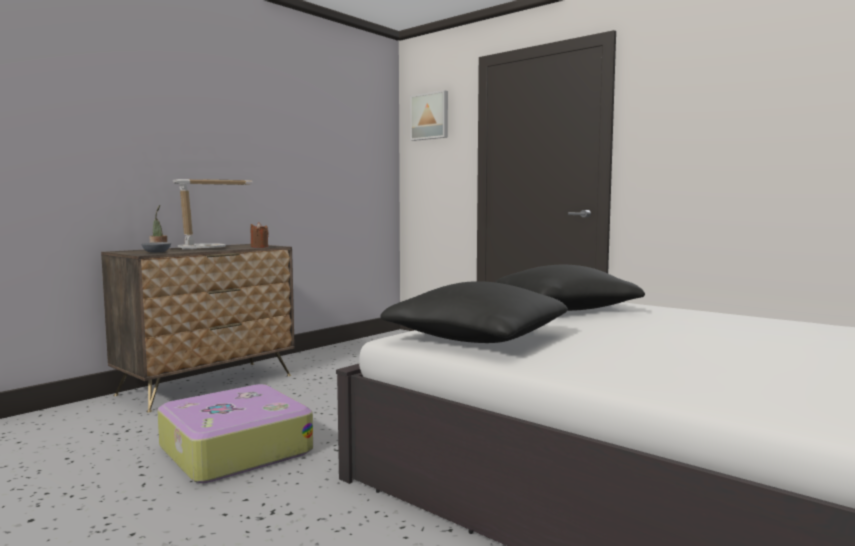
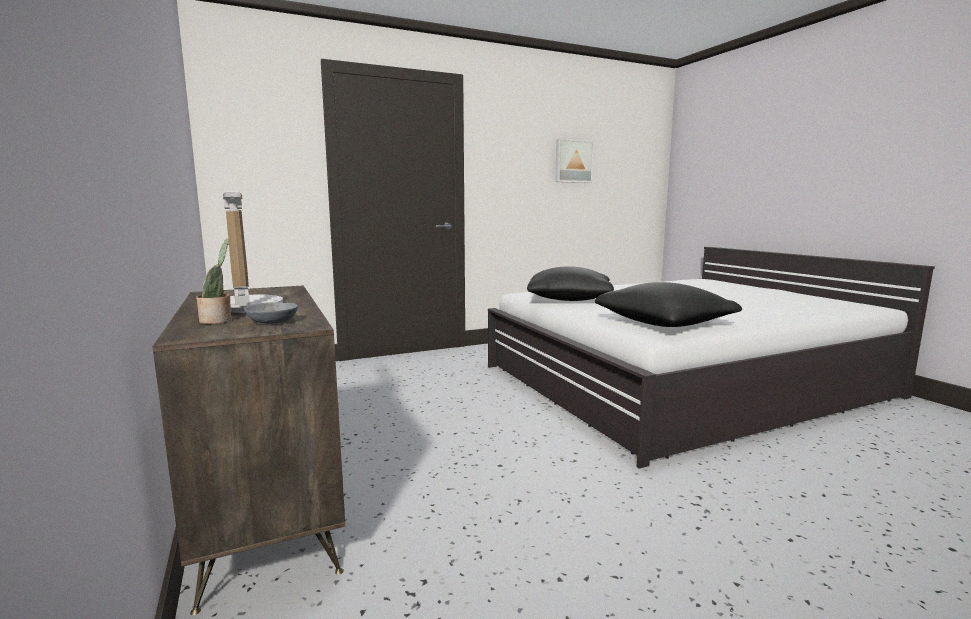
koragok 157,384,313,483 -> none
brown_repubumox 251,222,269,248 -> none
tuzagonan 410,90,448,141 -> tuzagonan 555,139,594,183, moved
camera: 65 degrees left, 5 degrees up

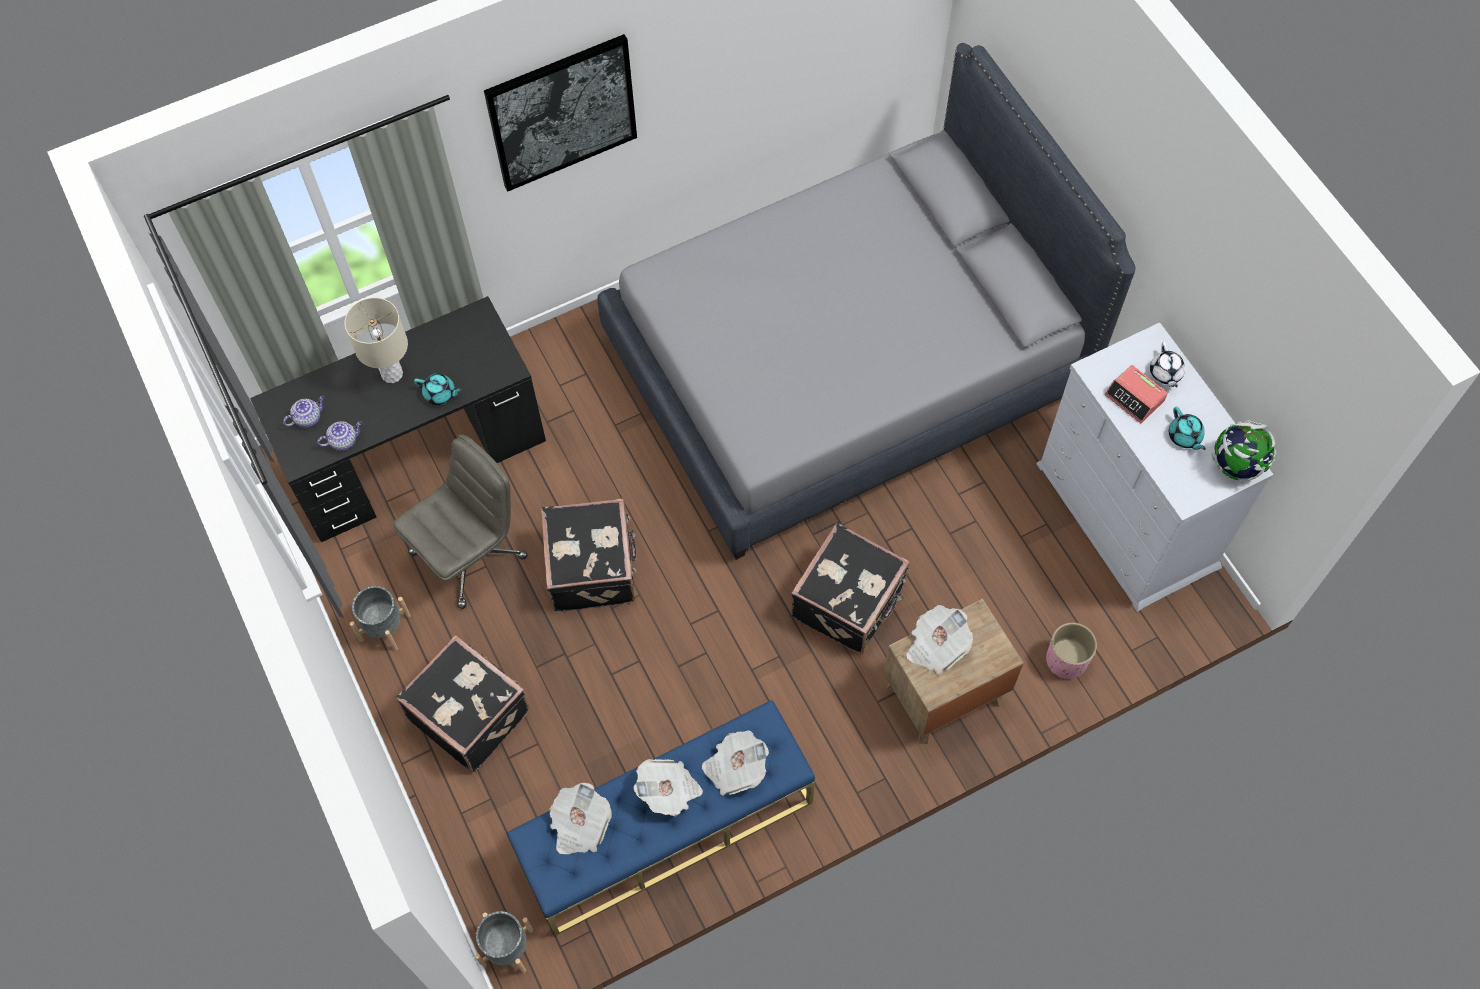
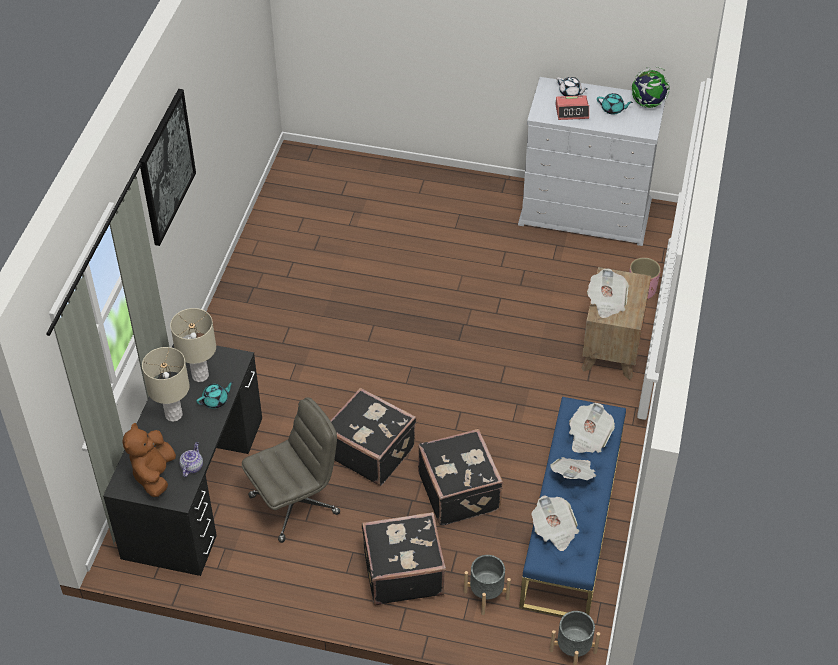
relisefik 283,396,325,428 -> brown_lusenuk 122,423,176,497
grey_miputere 350,586,411,651 -> grey_miputere 464,555,511,615, moved
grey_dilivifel 393,435,528,609 -> grey_dilivifel 242,397,340,543, 60 degrees clockwise
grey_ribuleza 597,43,1136,560 -> none
black_koragok 791,523,910,654 -> black_koragok 418,429,503,526, moved
none -> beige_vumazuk 170,308,216,382
camera: 50 degrees left, 15 degrees down

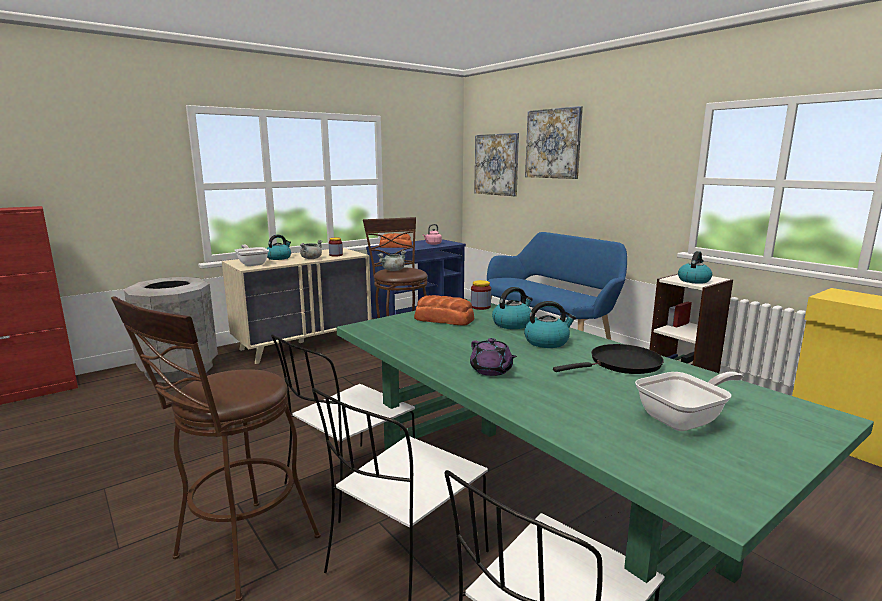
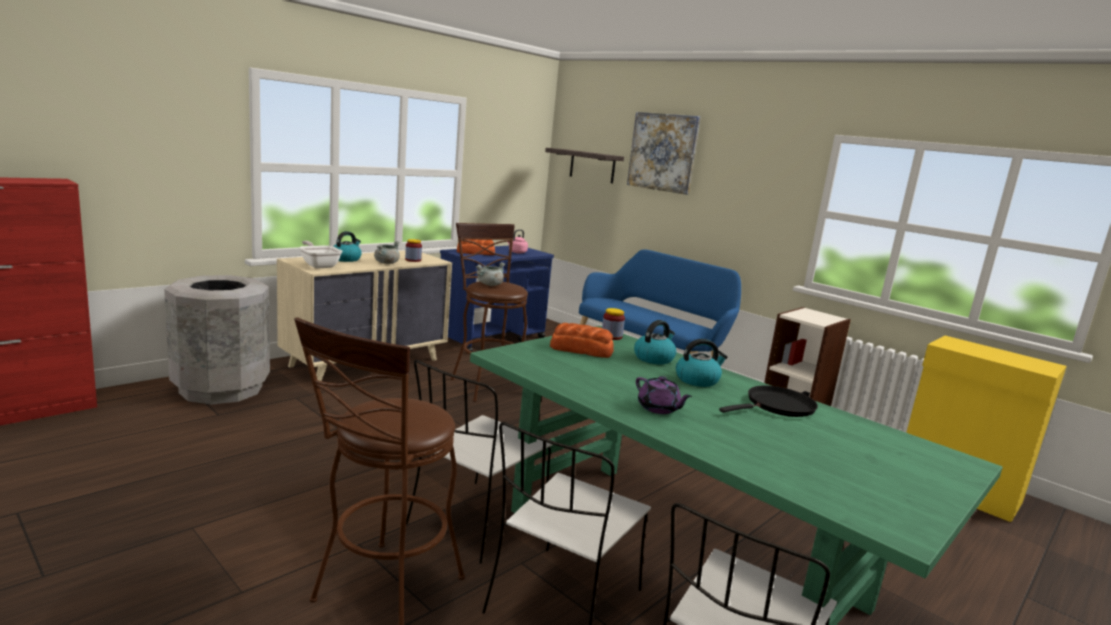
tuzagonan 474,133,519,196 -> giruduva 545,148,624,183
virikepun 635,372,743,431 -> none
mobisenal 678,251,712,284 -> none
camera: 10 degrees left, 0 degrees up

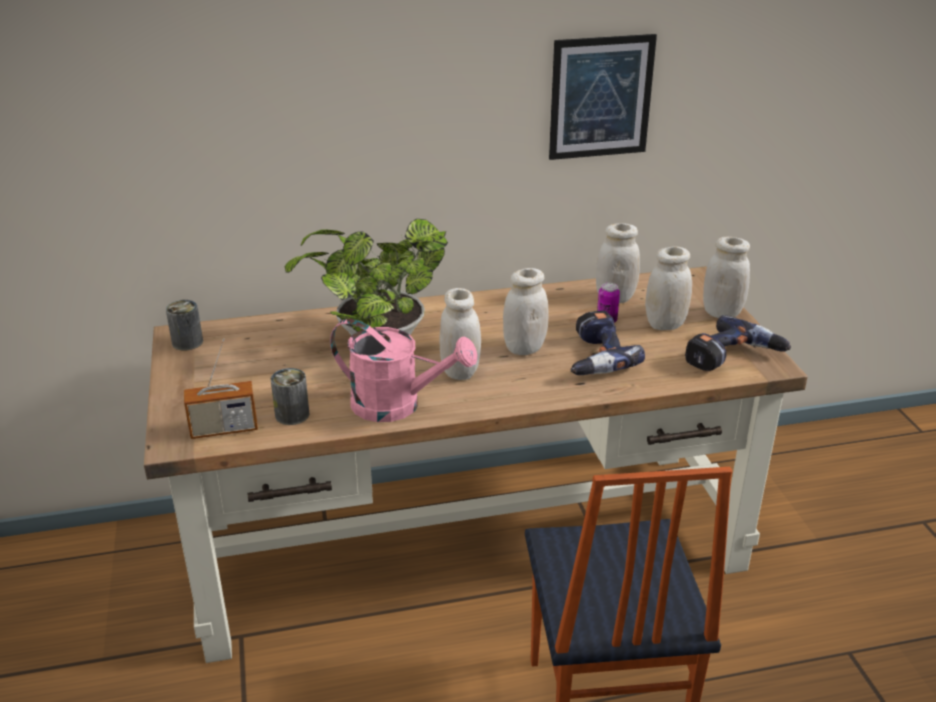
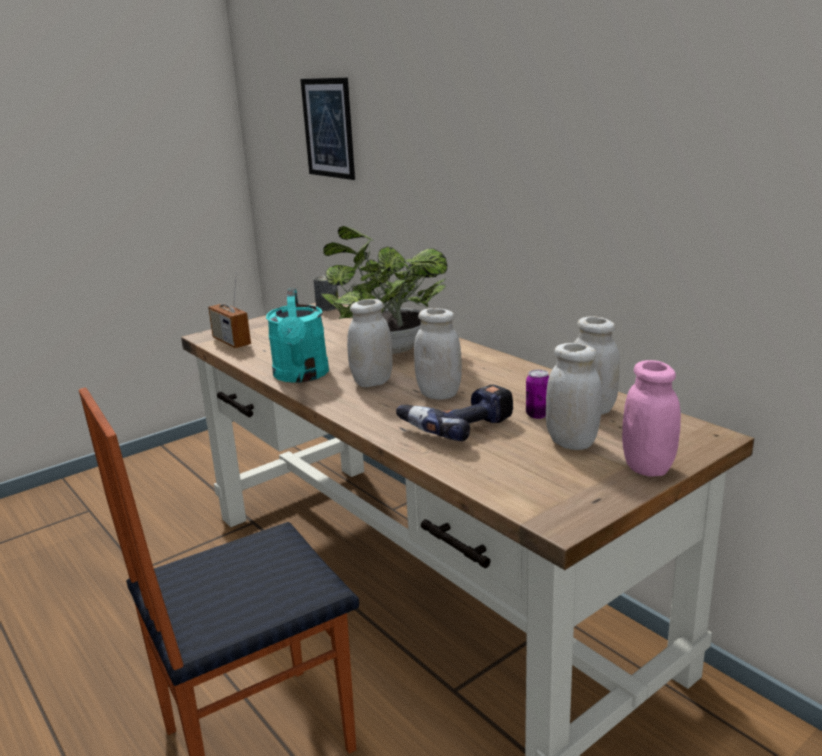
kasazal 271,368,309,425 -> none
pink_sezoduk 330,319,477,422 -> turquoise_sezoduk 266,288,329,383
tuzagonan 549,34,657,160 -> tuzagonan 300,78,355,180, moved
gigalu 685,315,791,371 -> none
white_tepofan 703,237,750,318 -> pink_tepofan 622,360,681,477
camera: 65 degrees right, 10 degrees down

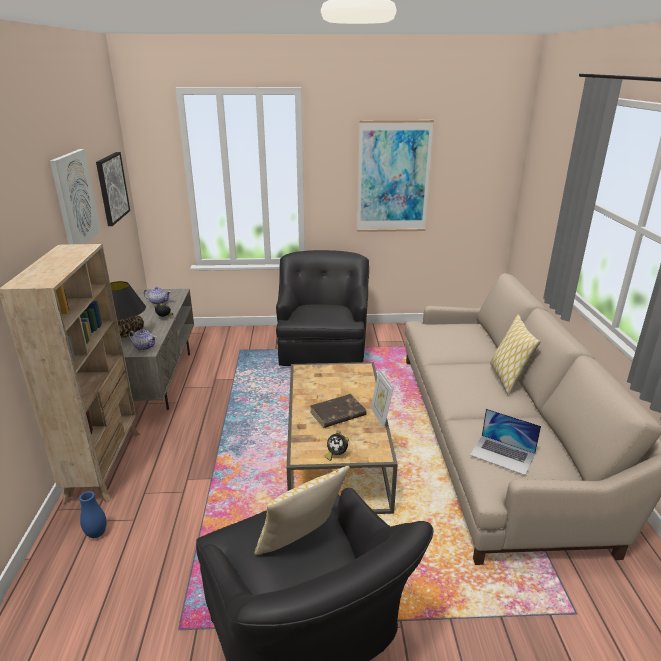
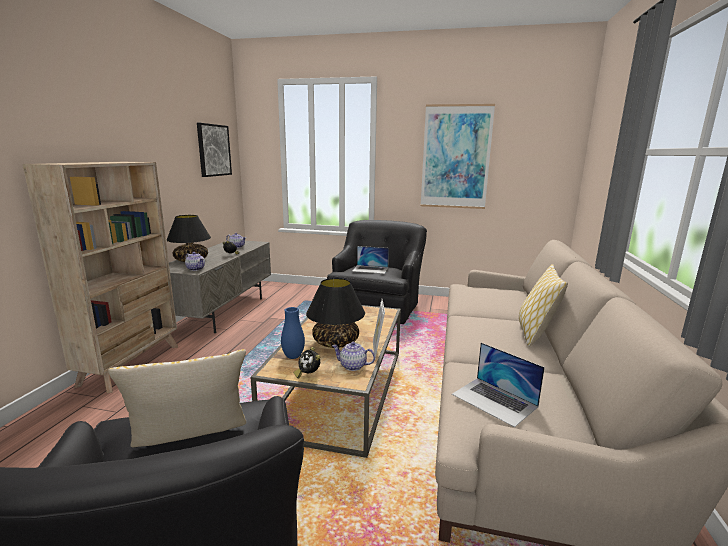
tuzagonan 50,149,101,244 -> none
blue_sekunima 79,491,107,538 -> blue_sekunima 281,307,305,359, moved
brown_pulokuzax 310,394,367,428 -> black_vumazuk 306,278,365,348
none -> relisefik 332,342,375,371
none -> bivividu 352,246,389,274
camera: 15 degrees right, 10 degrees down

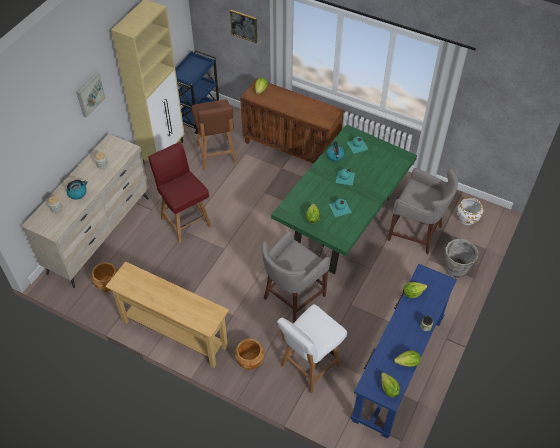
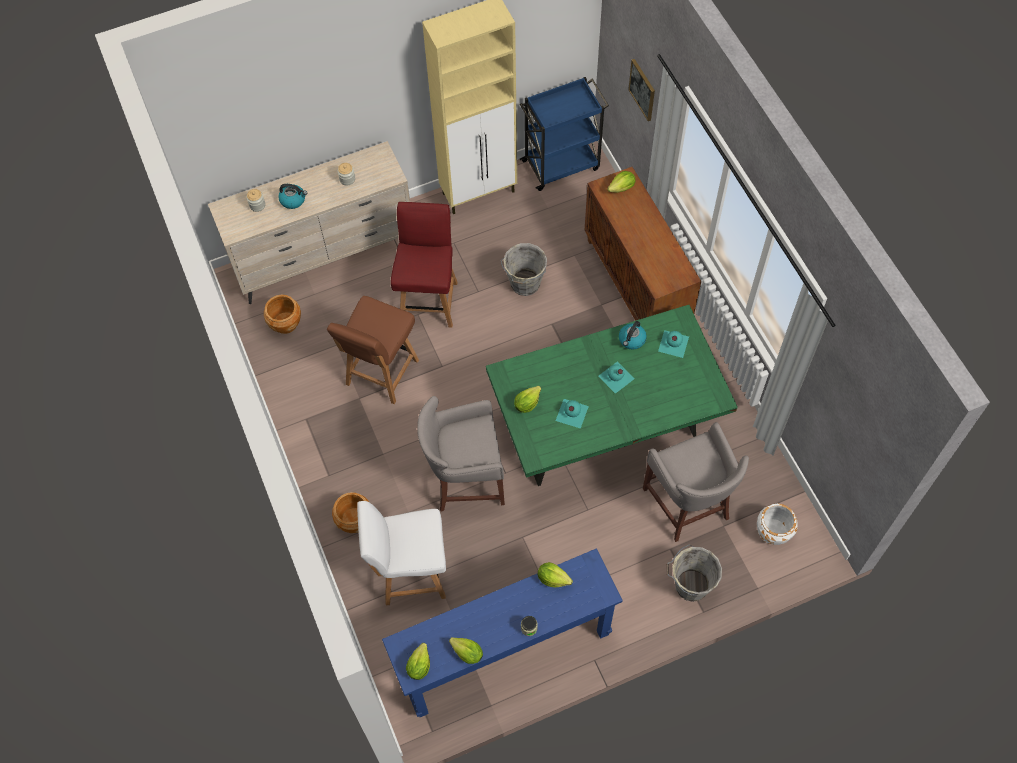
tuzagonan 76,72,106,118 -> none
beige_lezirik 105,261,229,368 -> none
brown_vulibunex 192,100,237,170 -> brown_vulibunex 327,296,419,404, moved
none -> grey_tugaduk 501,243,547,296
camera: 40 degrees right, 10 degrees up

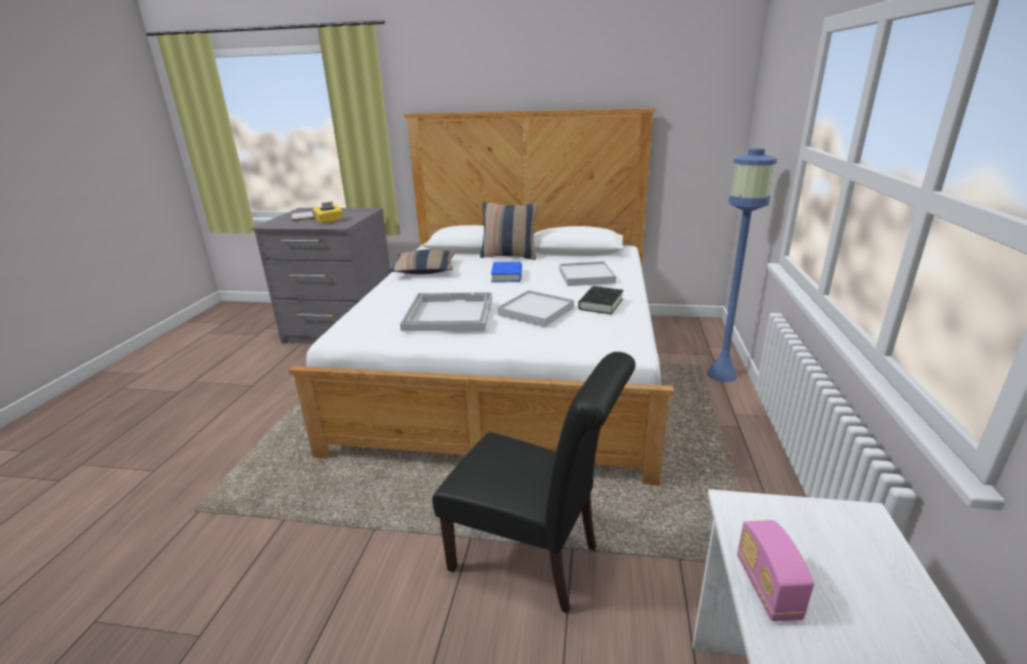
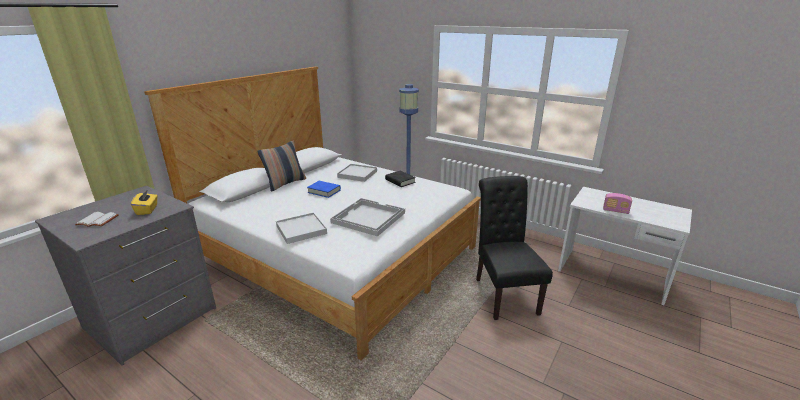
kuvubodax 389,249,456,274 -> none
black_vulibunex 432,352,635,614 -> black_vulibunex 476,176,553,320, 60 degrees counterclockwise
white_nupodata 497,290,574,327 -> white_nupodata 276,212,327,244, moved
camera: 65 degrees left, 0 degrees up

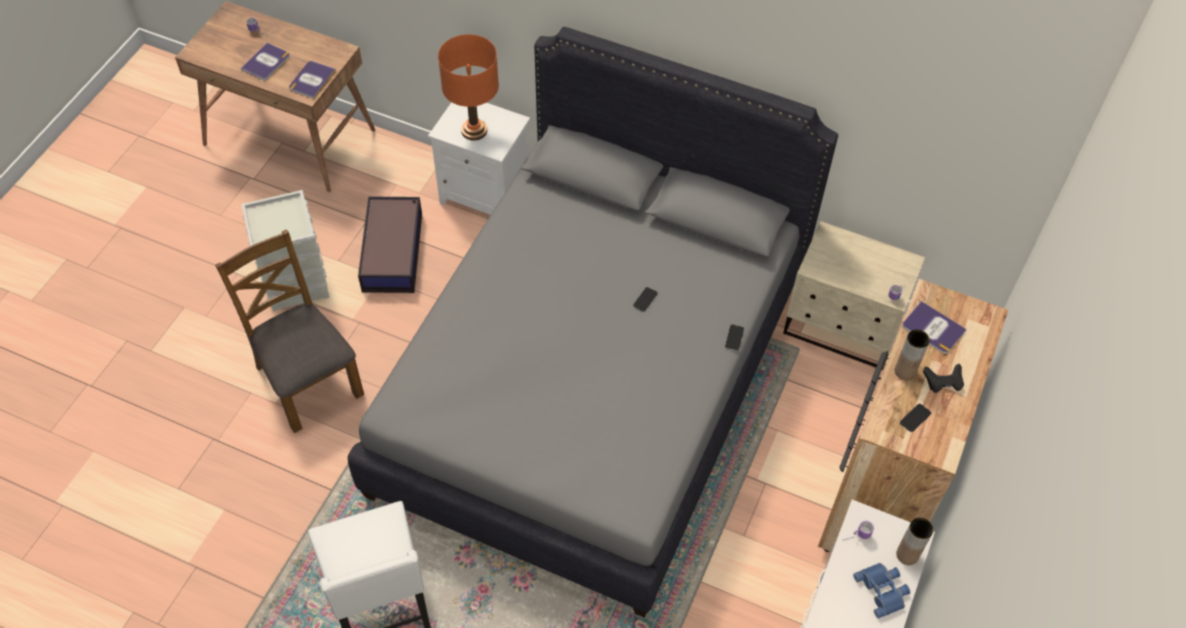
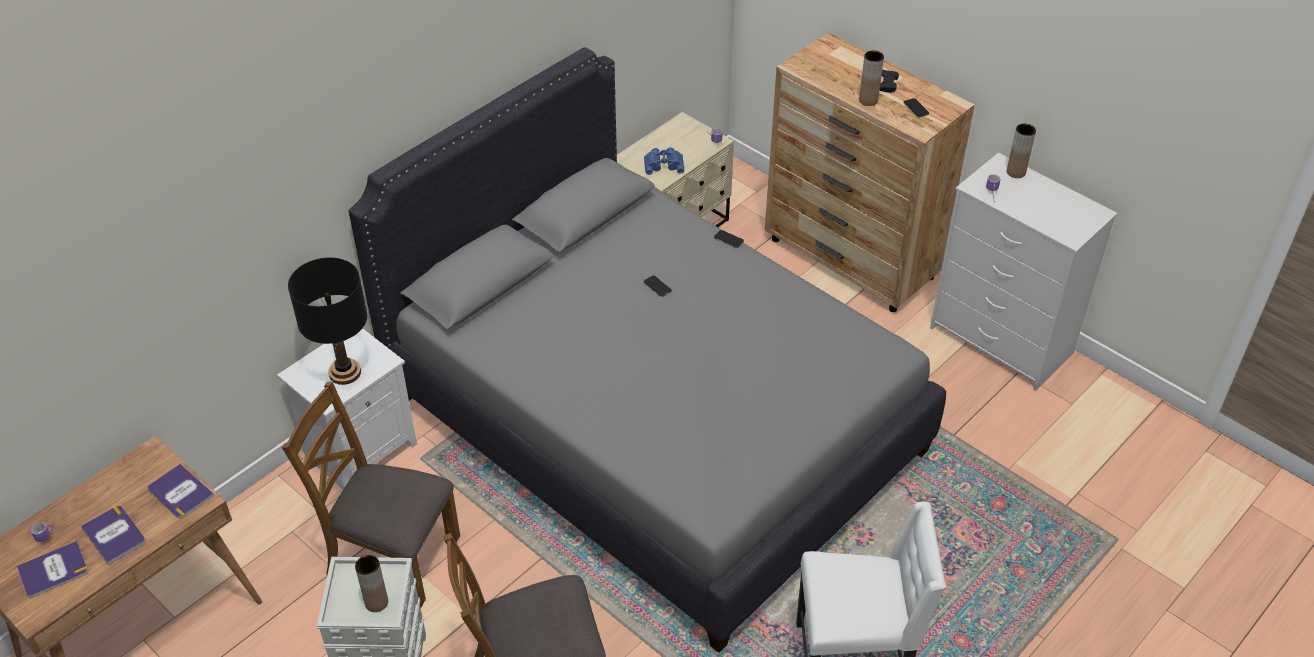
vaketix 358,196,422,293 -> brown_vulibunex 282,382,460,608
orange_vumazuk 438,34,499,141 -> black_vumazuk 288,257,367,385
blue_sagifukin 853,563,910,619 -> blue_sagifukin 644,147,684,175, moved
pulokuzax 902,301,967,354 -> pulokuzax 16,541,88,598, moved
none -> brown_sekunima 355,555,388,612
camera: 70 degrees left, 10 degrees down

